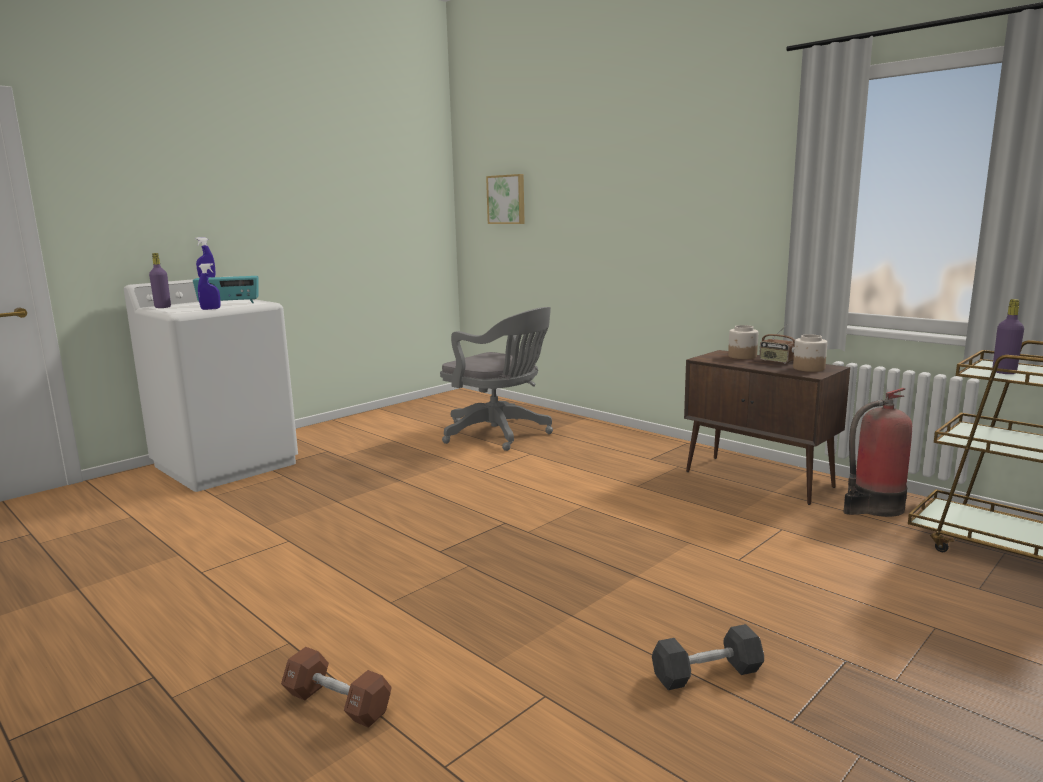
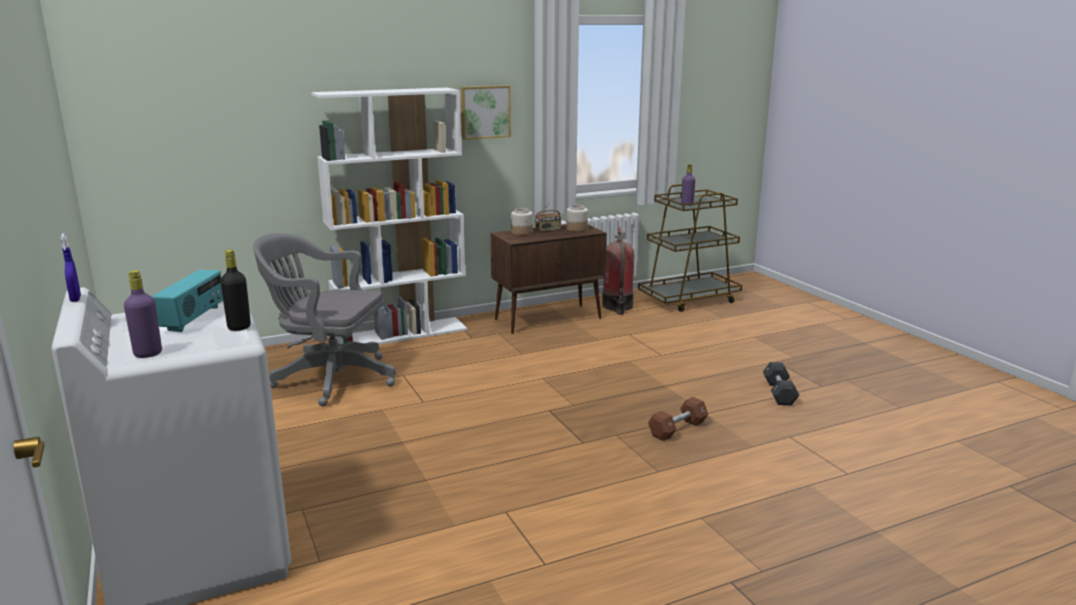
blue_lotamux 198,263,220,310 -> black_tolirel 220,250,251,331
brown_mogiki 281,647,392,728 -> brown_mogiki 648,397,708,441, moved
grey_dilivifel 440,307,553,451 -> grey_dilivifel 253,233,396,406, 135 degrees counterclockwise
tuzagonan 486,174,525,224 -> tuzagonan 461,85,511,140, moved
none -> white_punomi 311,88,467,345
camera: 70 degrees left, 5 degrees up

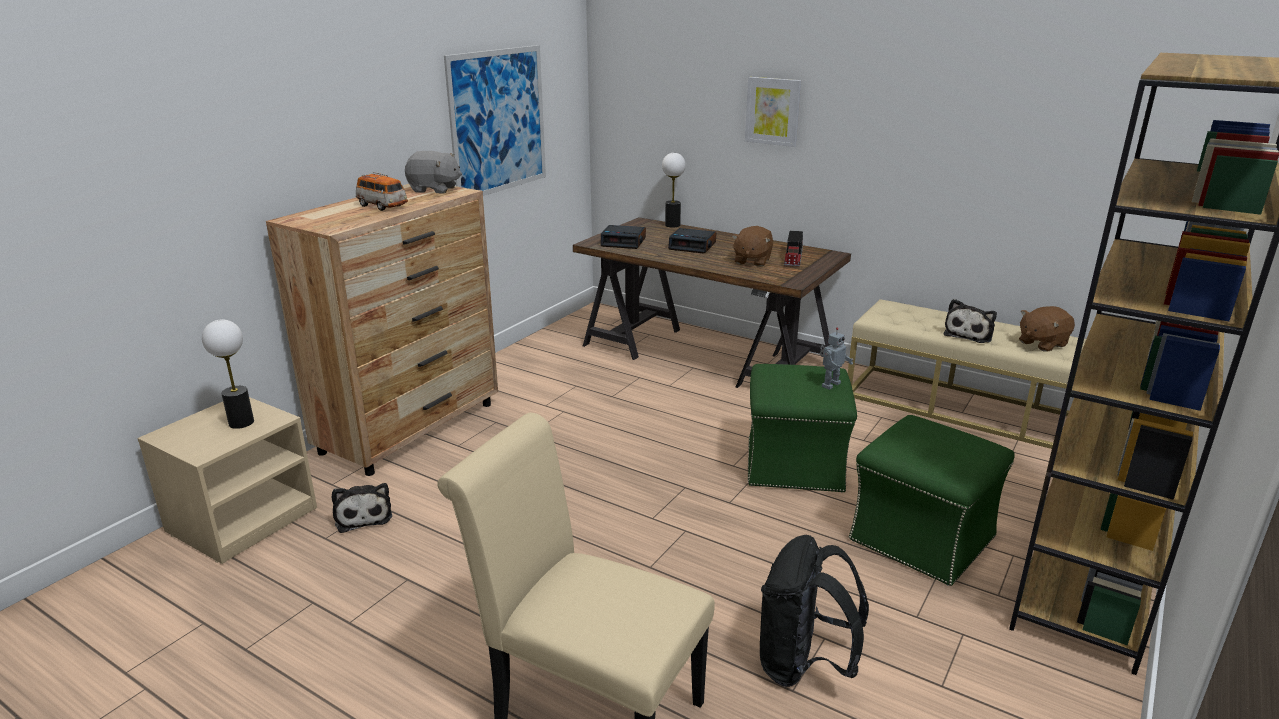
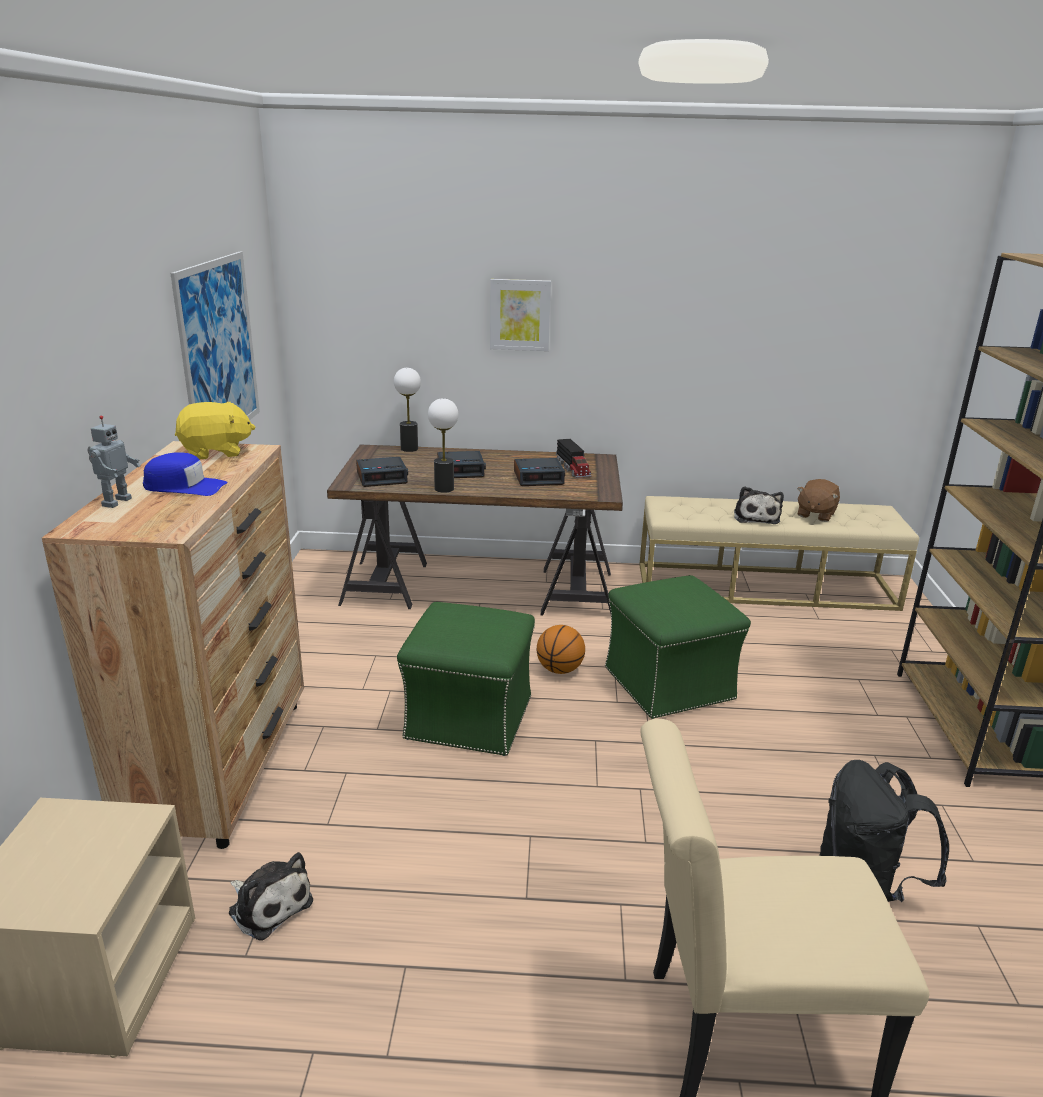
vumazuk 202,319,254,429 -> vumazuk 428,398,458,493, moved
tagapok 356,172,408,211 -> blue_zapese 143,452,228,496
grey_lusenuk 405,151,462,194 -> yellow_lusenuk 175,402,255,460
brown_lusenuk 732,226,773,267 -> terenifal 514,458,565,486
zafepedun 820,327,854,390 -> zafepedun 88,416,140,508, moved
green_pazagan 849,415,1015,586 -> green_pazagan 397,602,535,756, moved
none -> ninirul 537,625,585,674
camera: 30 degrees left, 0 degrees up

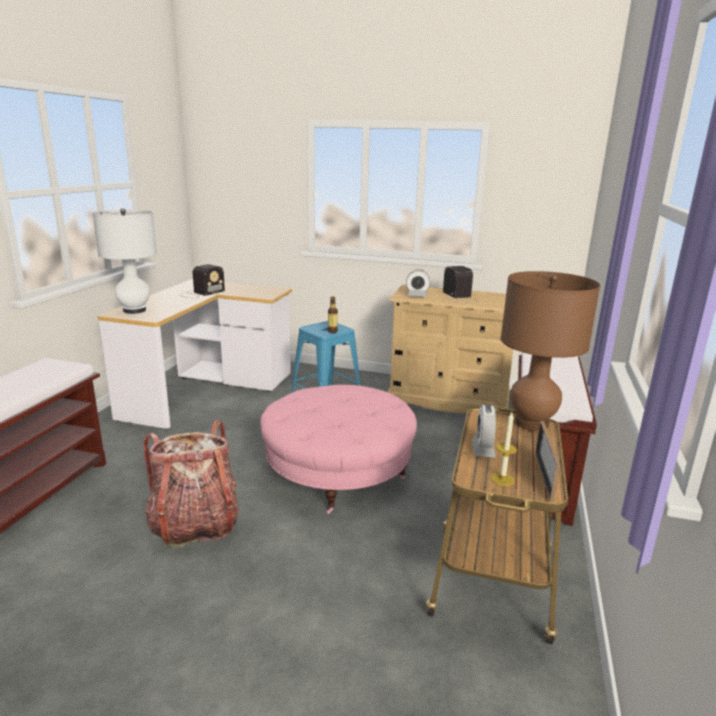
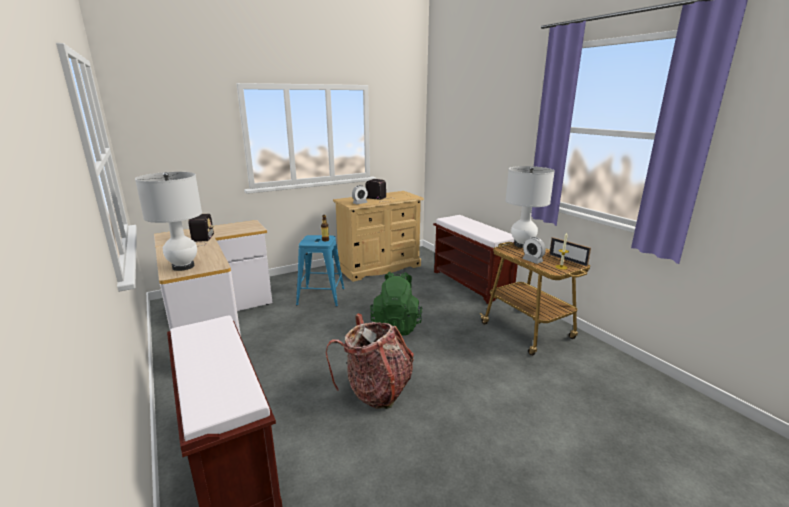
pink_pazagan 260,385,417,514 -> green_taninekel 370,272,422,336
brown_vumazuk 501,271,600,431 -> white_vumazuk 505,166,555,248
camera: 45 degrees left, 0 degrees up

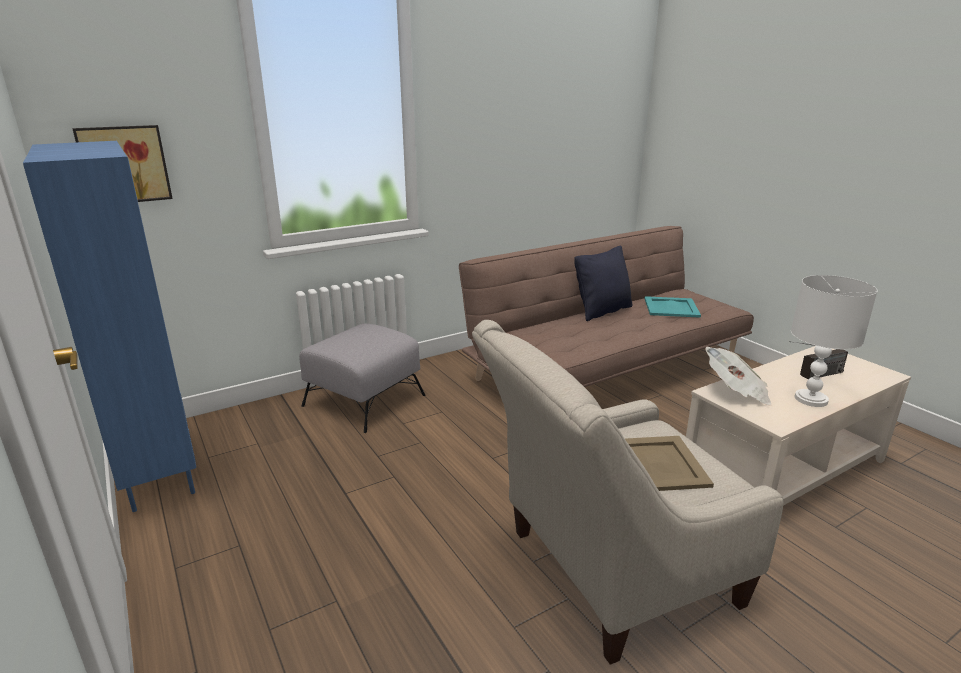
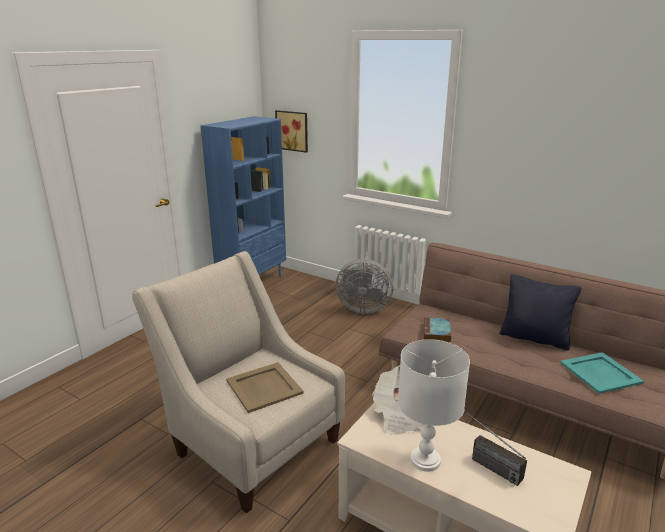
grey_pazagan 299,323,425,433 -> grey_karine 336,259,394,314
none -> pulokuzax 424,317,451,343
camera: 65 degrees right, 0 degrees up

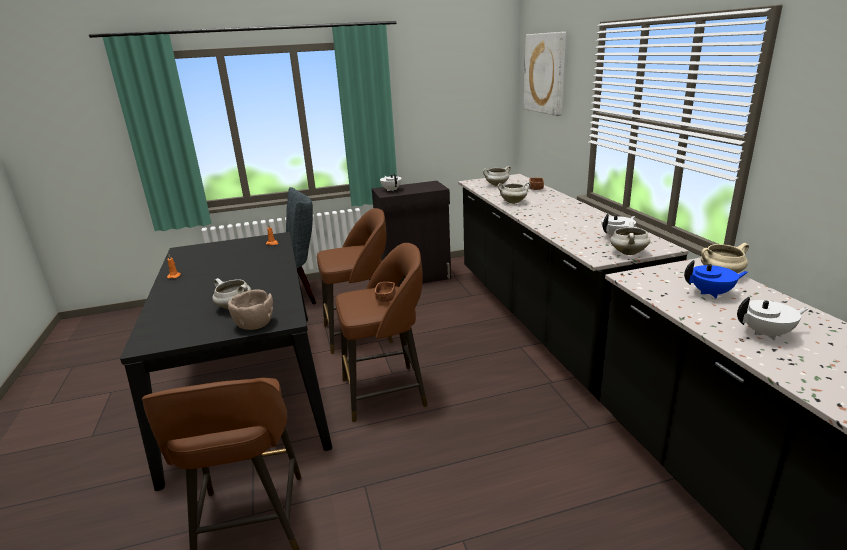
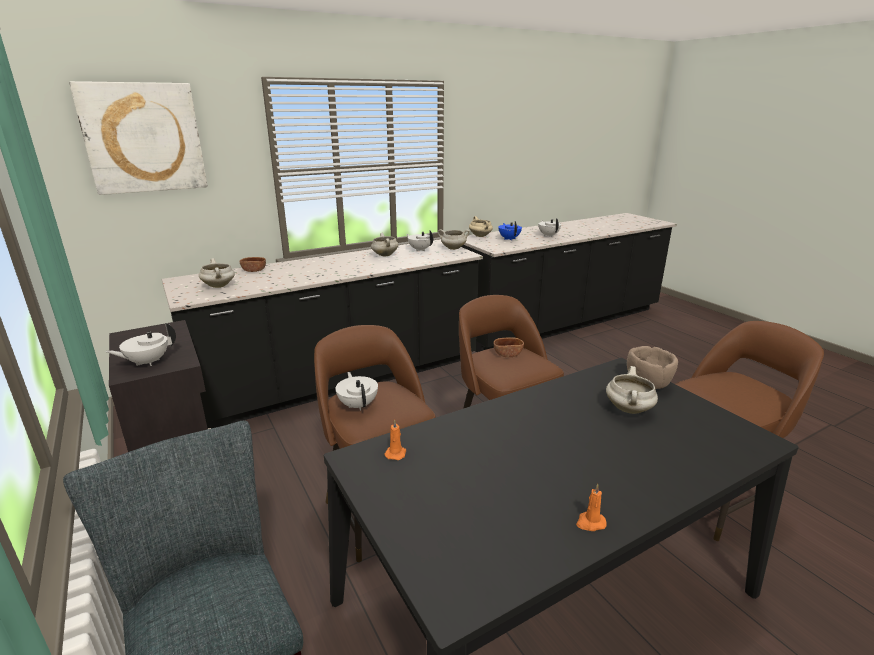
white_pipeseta 498,182,530,204 -> white_pipeseta 371,233,399,257, moved
none -> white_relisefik 335,372,378,411
camera: 105 degrees left, 0 degrees up

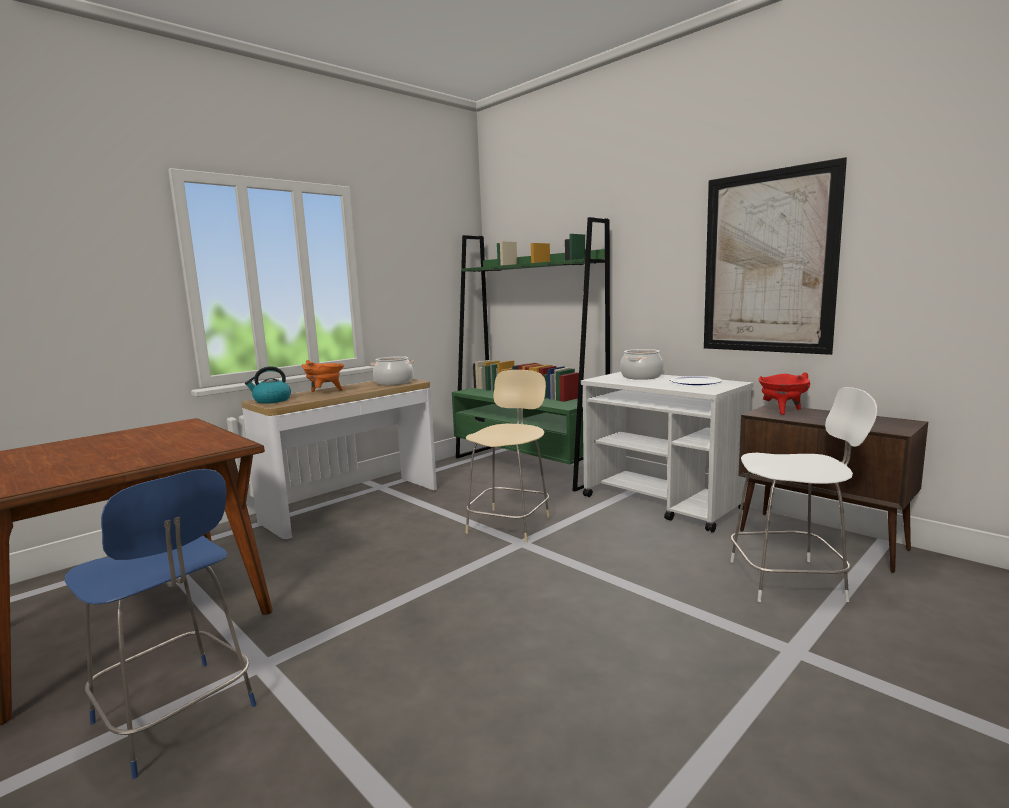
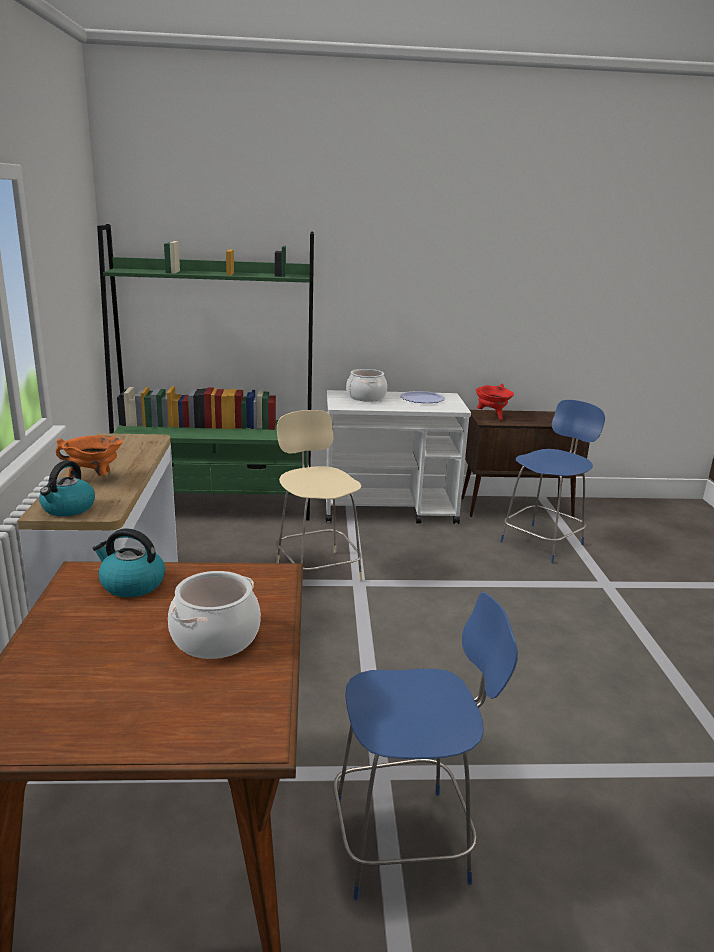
pipeseta 371,356,414,385 -> pipeseta 168,571,261,659, moved
tuzagonan 704,157,847,355 -> none
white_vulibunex 730,387,877,602 -> blue_vulibunex 500,400,605,563
none -> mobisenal 93,528,165,597
camera: 50 degrees left, 10 degrees up

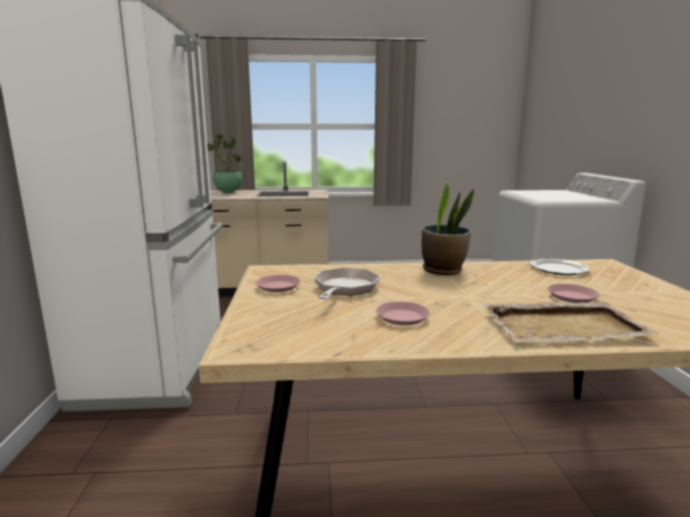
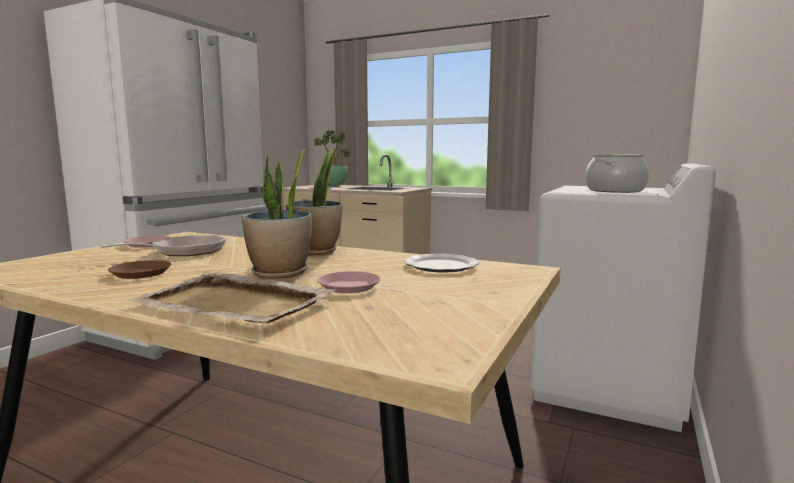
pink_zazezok 376,302,430,325 -> brown_zazezok 108,260,171,279
none -> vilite 242,147,312,279
none -> pipeseta 585,155,649,193
camera: 30 degrees right, 5 degrees down

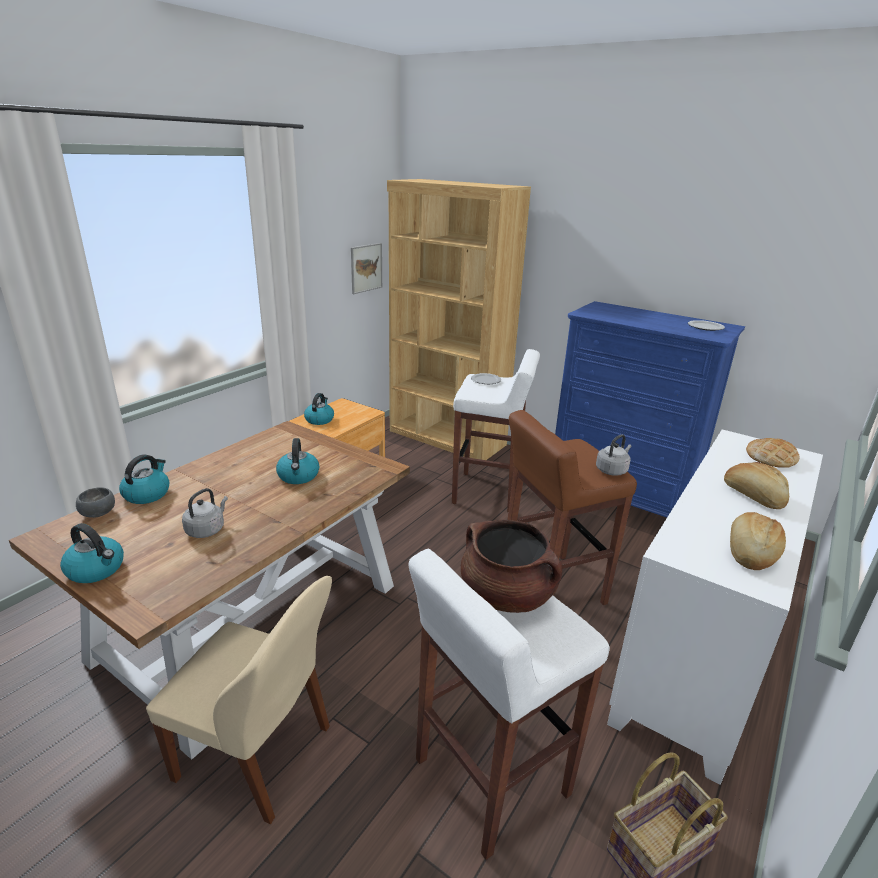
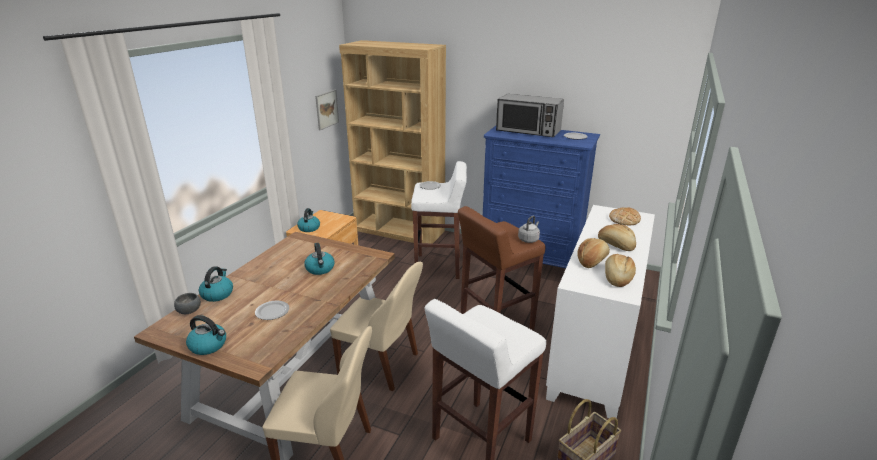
grey_mobisenal 182,488,228,538 -> zazezok 255,301,289,320
brown_pipeseta 461,520,562,613 -> none
none -> beige_vulibunex 330,262,423,391
none -> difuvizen 496,94,564,137
none -> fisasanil 577,238,610,268
camera: 10 degrees left, 0 degrees up

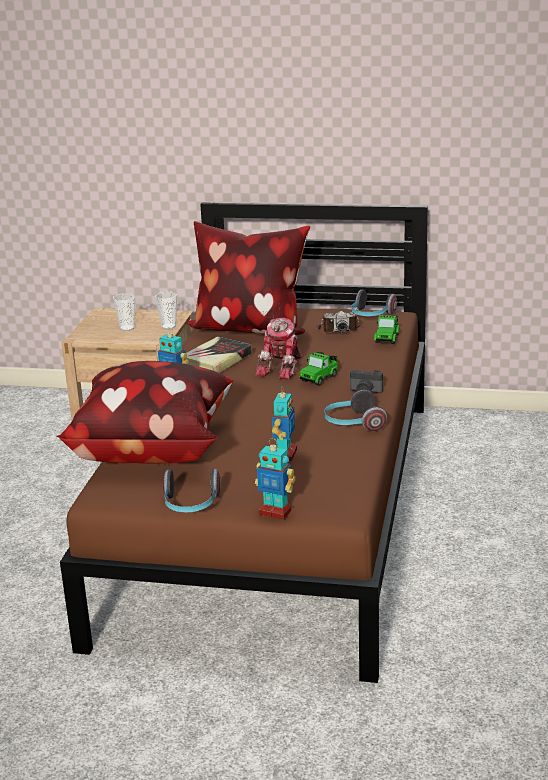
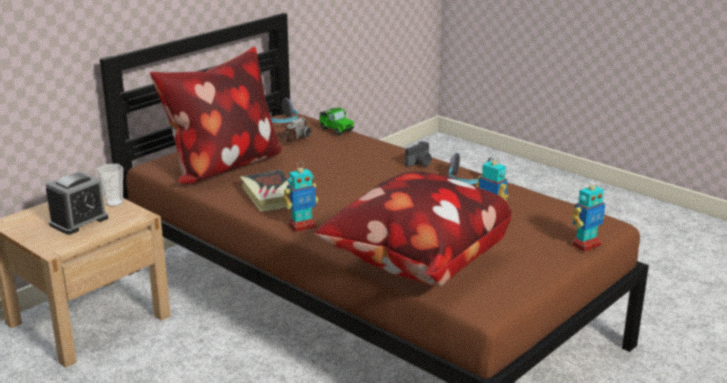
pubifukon 113,293,135,331 -> terenifal 46,171,108,235
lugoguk 163,469,221,512 -> none
zafepedun 255,318,302,380 -> none
tagapok 299,352,338,386 -> none
camera: 60 degrees left, 0 degrees up

